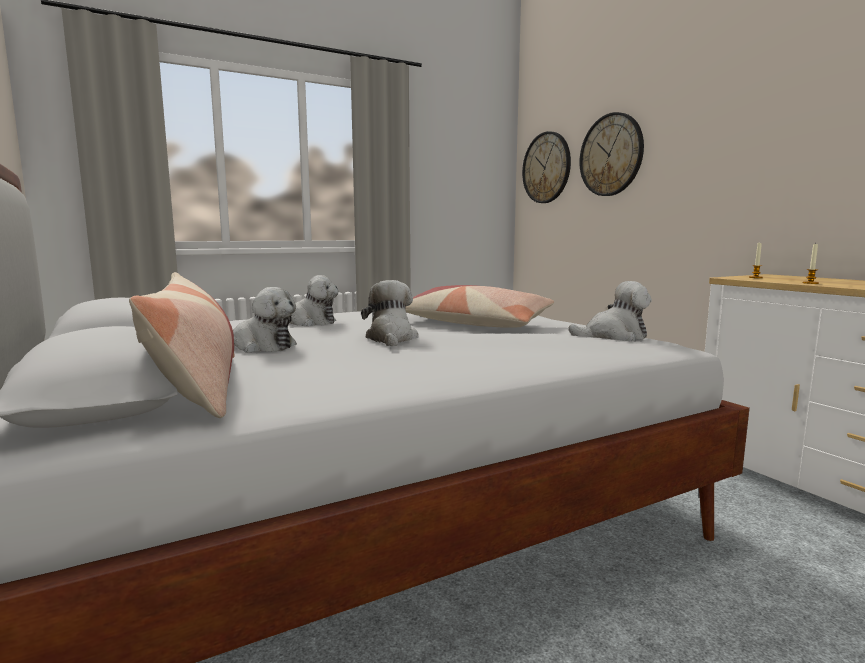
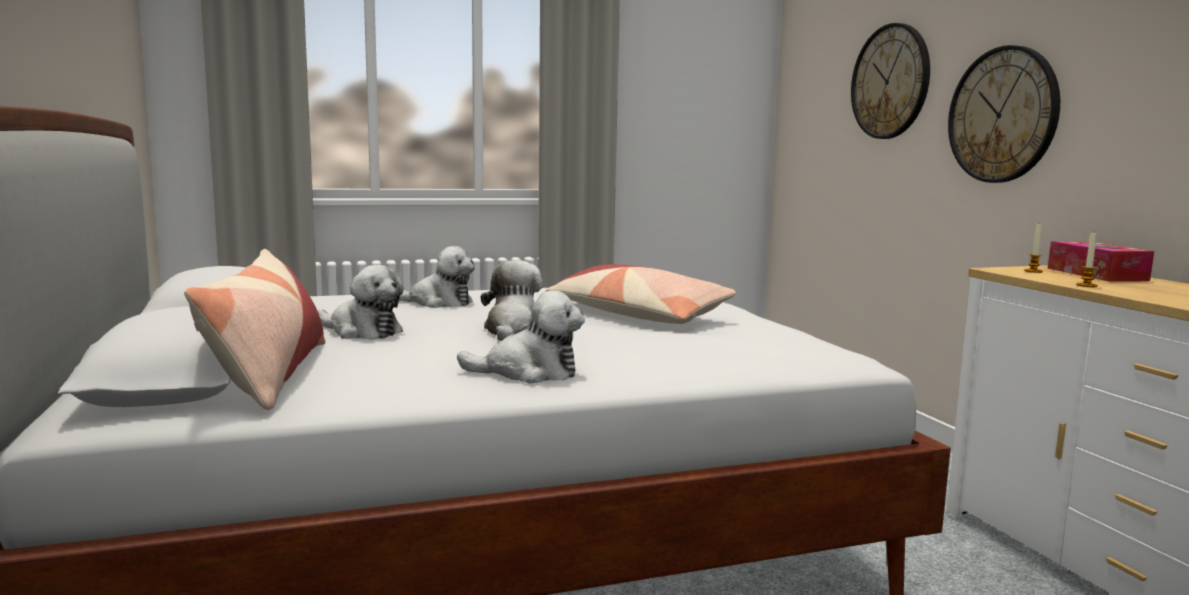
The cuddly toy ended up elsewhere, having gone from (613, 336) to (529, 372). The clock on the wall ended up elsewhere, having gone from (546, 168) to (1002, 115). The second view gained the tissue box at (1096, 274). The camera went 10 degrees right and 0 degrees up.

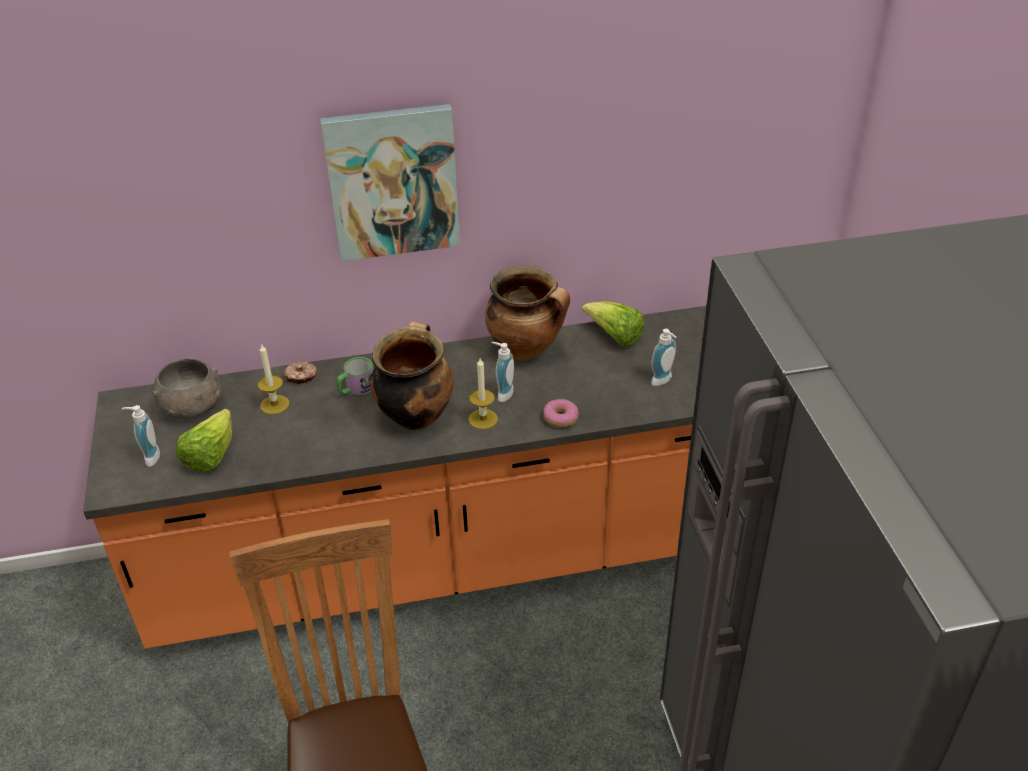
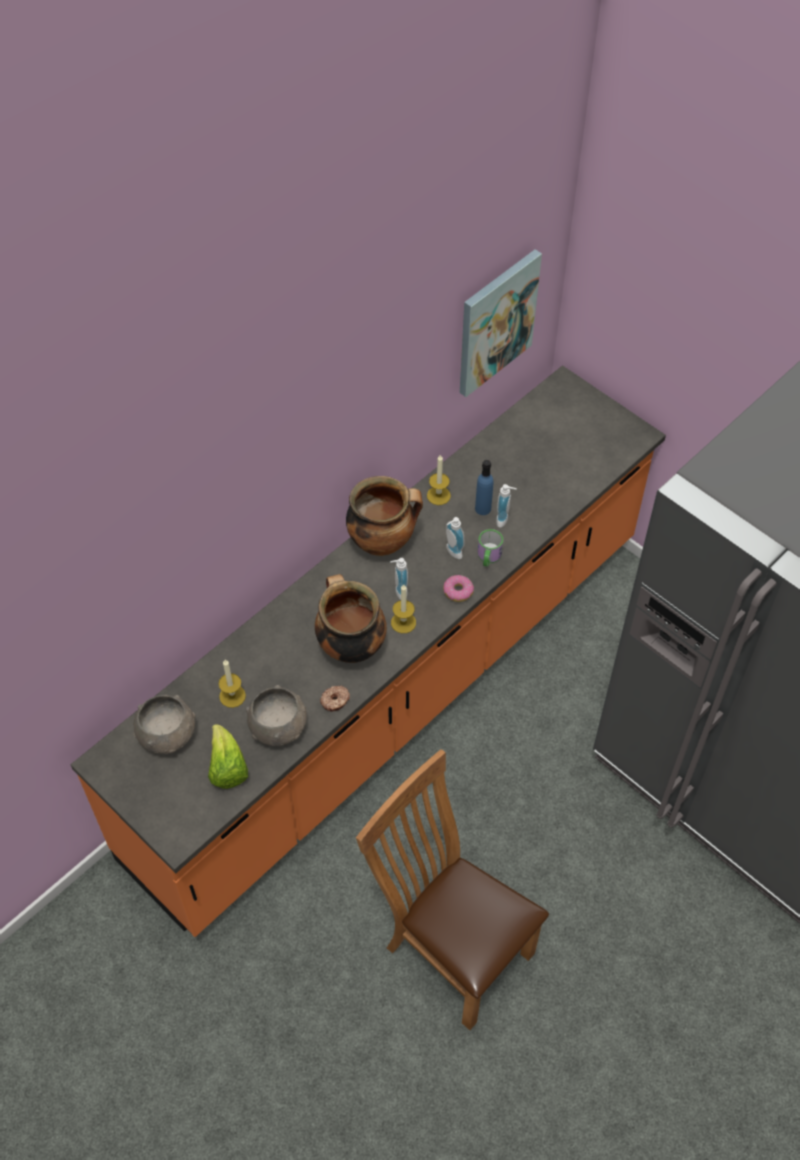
The second view gained the deep dish (gray) at (279, 726). The ring doughnut ended up elsewhere, having gone from (301, 377) to (335, 701). Where the lettuce head stood at (614, 337), the wax light came to stand at (438, 495). The liquid soap bottle ended up elsewhere, having gone from (149, 457) to (452, 552). The picture ended up elsewhere, having gone from (393, 182) to (496, 322). The second view gained the drink bottle (bluish) at (483, 508). The tea mug ended up elsewhere, having gone from (356, 390) to (488, 557). The camera went 35 degrees left and 15 degrees up.

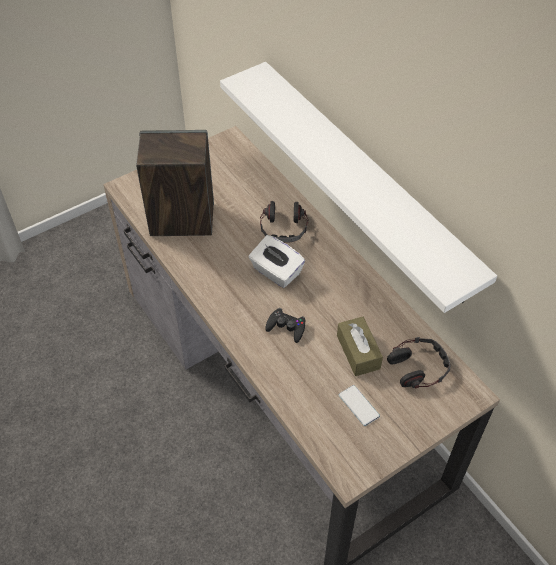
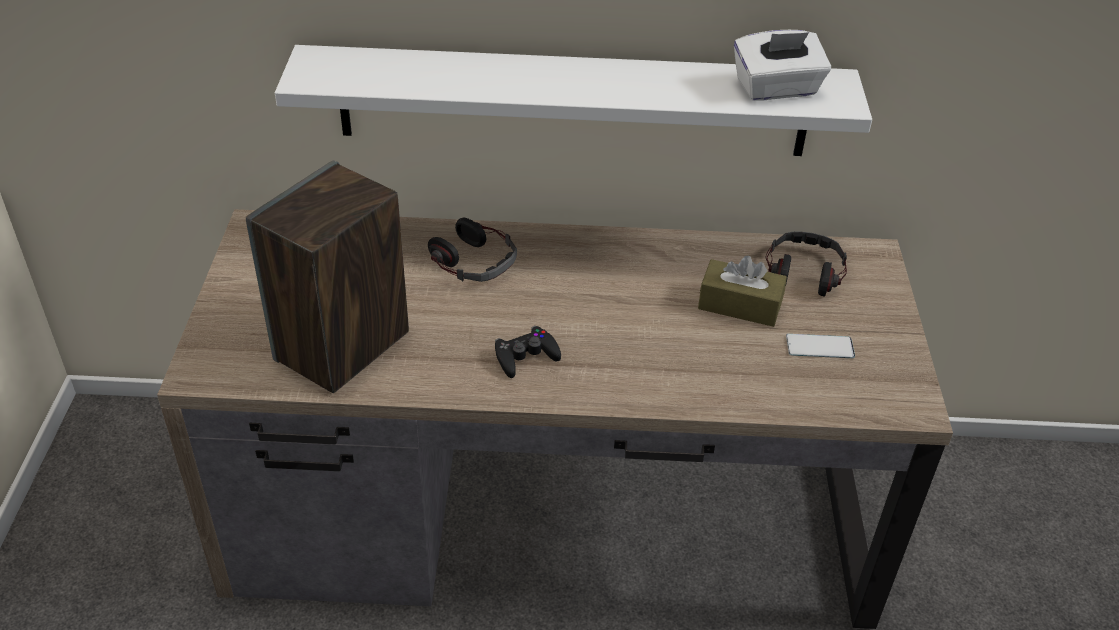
The joypad (blackish) ended up elsewhere, having gone from (286, 327) to (525, 356). The tissue box (white-coloured) ended up elsewhere, having gone from (276, 272) to (777, 89). The camera went 55 degrees left and 10 degrees down.

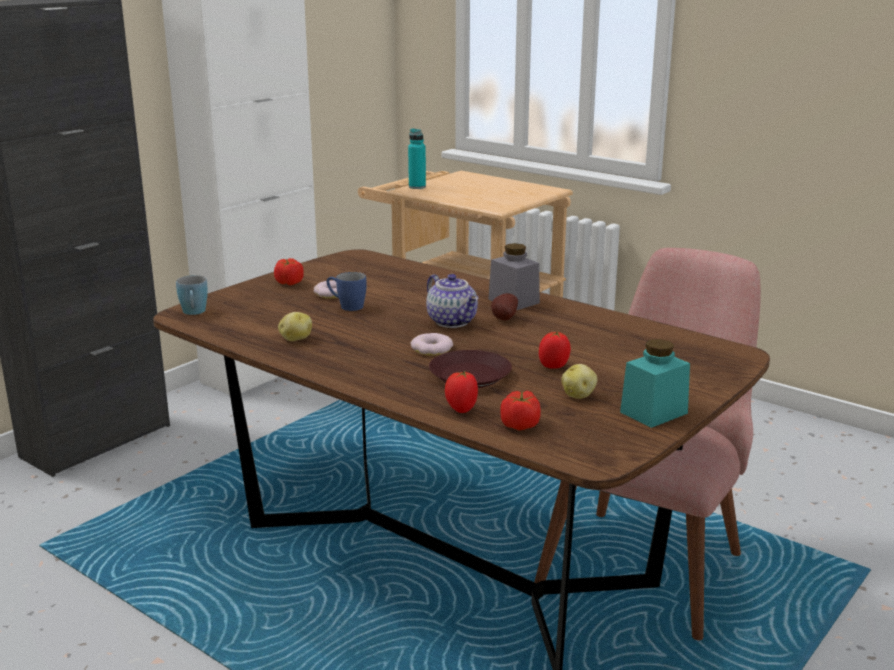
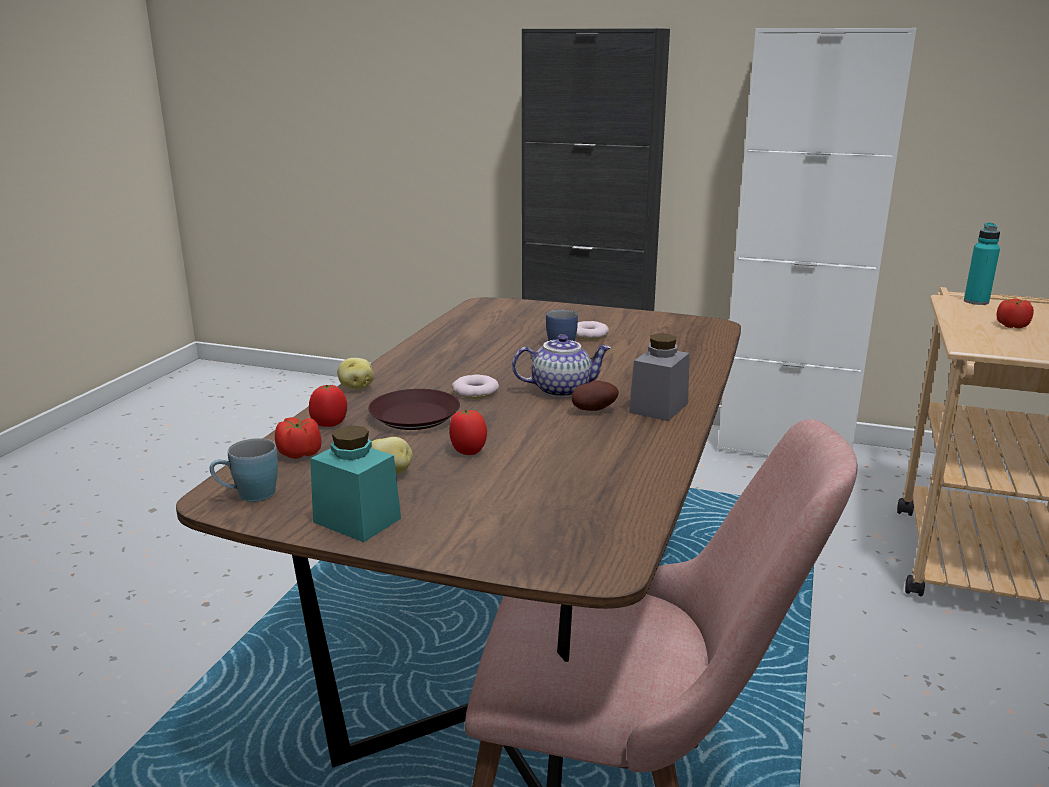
The tea mug (bluish) ended up elsewhere, having gone from (194, 313) to (248, 496). The potato ended up elsewhere, having gone from (295, 339) to (356, 387). The pot for tea at (453, 321) ended up facing another way, 135 degrees counterclockwise from before. The fresh tomato ended up elsewhere, having gone from (289, 283) to (1012, 326). The camera went 70 degrees right and 0 degrees up.

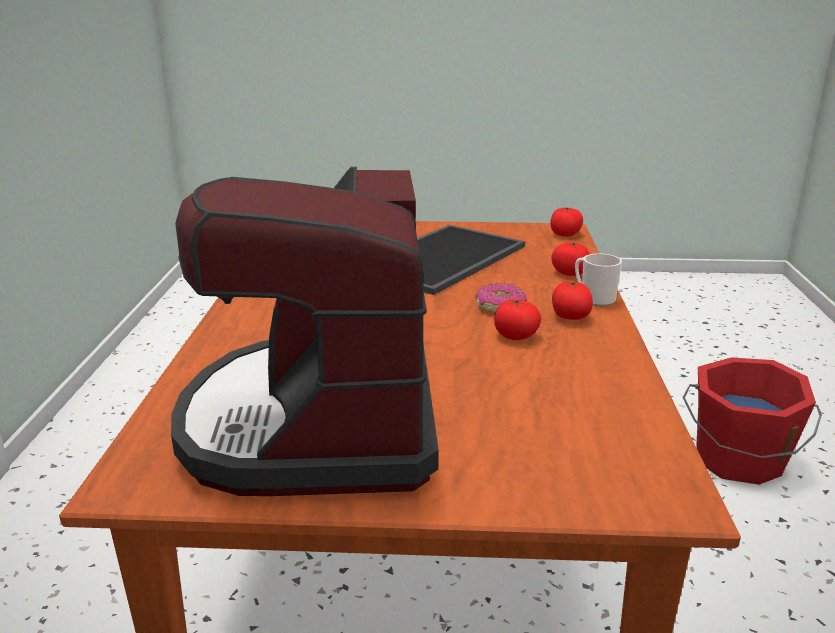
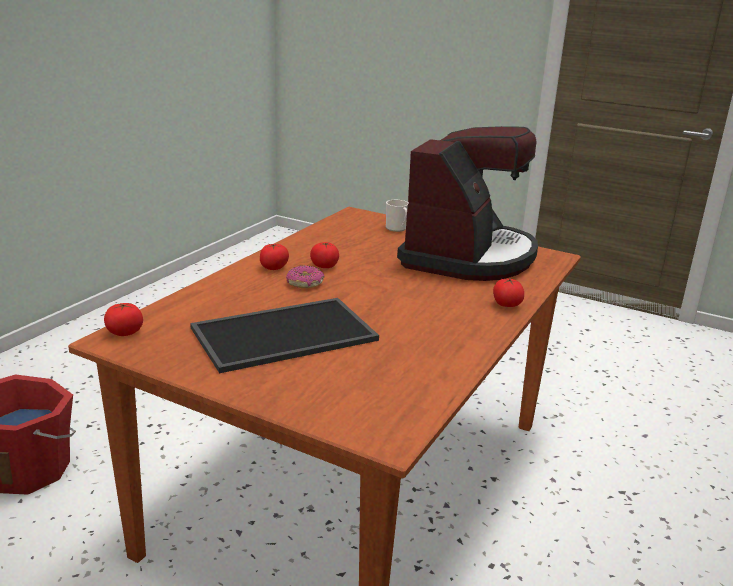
The tea mug ended up elsewhere, having gone from (594, 299) to (397, 229). The fresh tomato ended up elsewhere, having gone from (570, 273) to (506, 304). The camera went 155 degrees left and 0 degrees up.

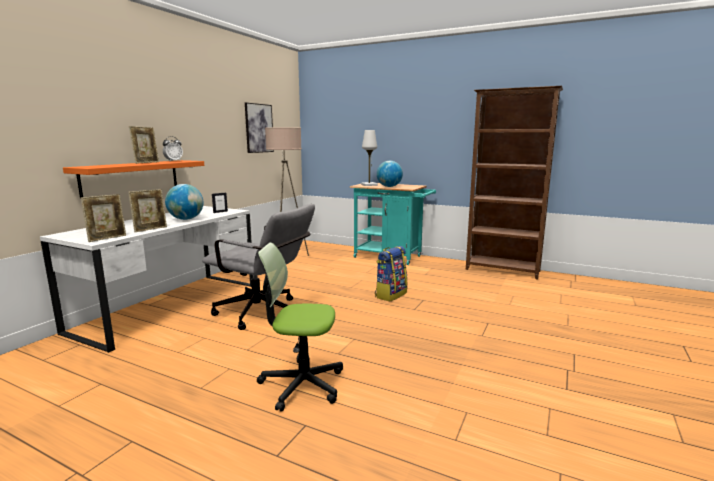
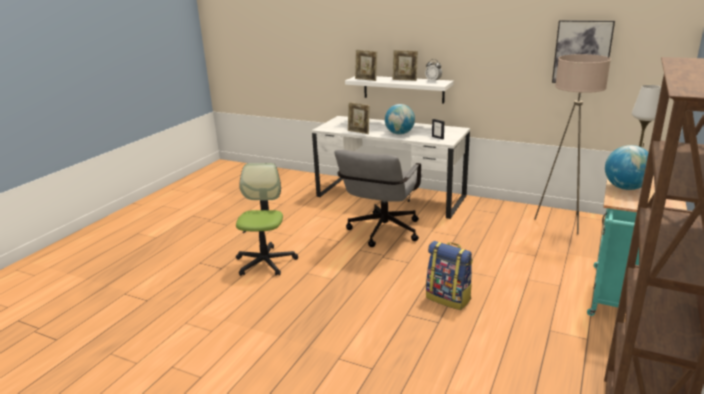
What was the wall shelf (orange-coloured) at (131, 177) turned into the wall shelf (white-coloured) at (403, 89). The standing frame ended up elsewhere, having gone from (107, 238) to (366, 79). The camera went 90 degrees right and 10 degrees up.

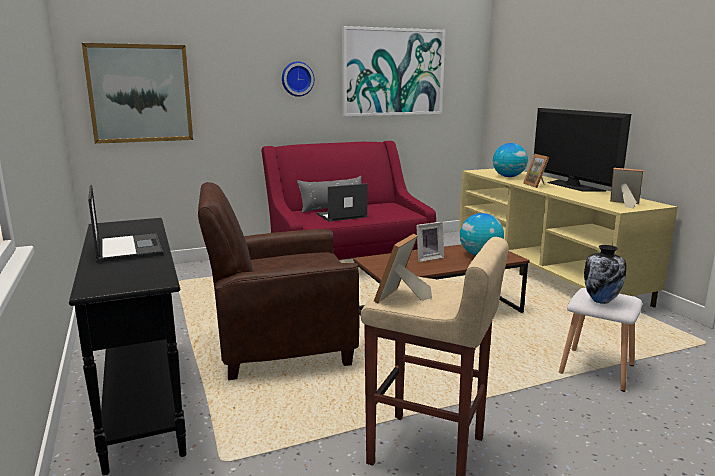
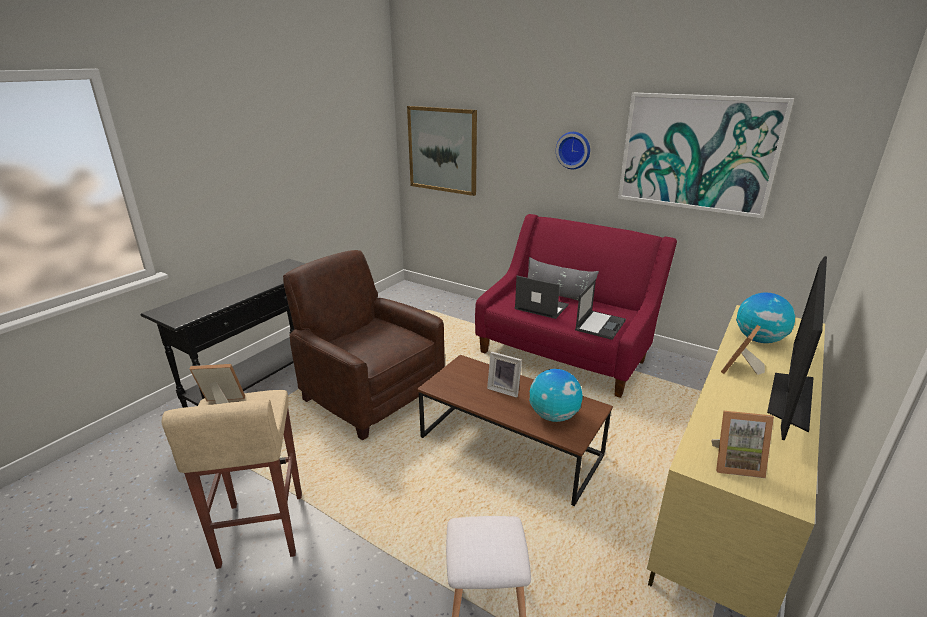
The portable computer ended up elsewhere, having gone from (128, 248) to (600, 325). The standing frame at (623, 204) ended up facing another way, 105 degrees clockwise from before. The second view lost the decorative vase at (601, 300). The camera went 55 degrees right and 10 degrees up.

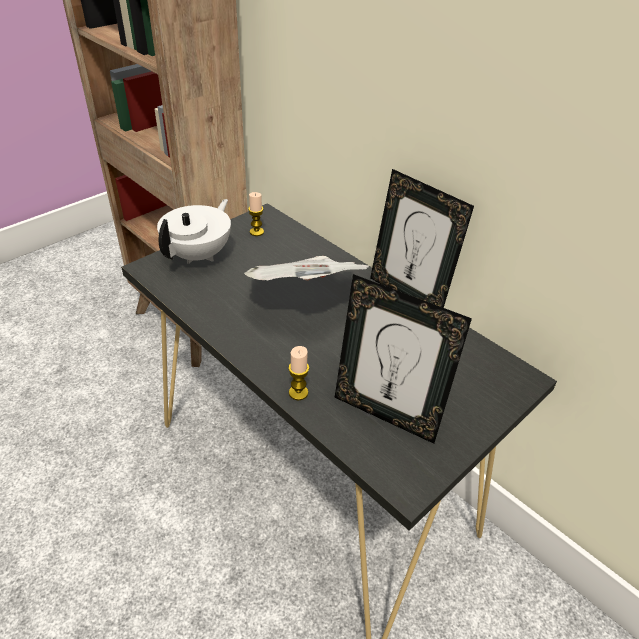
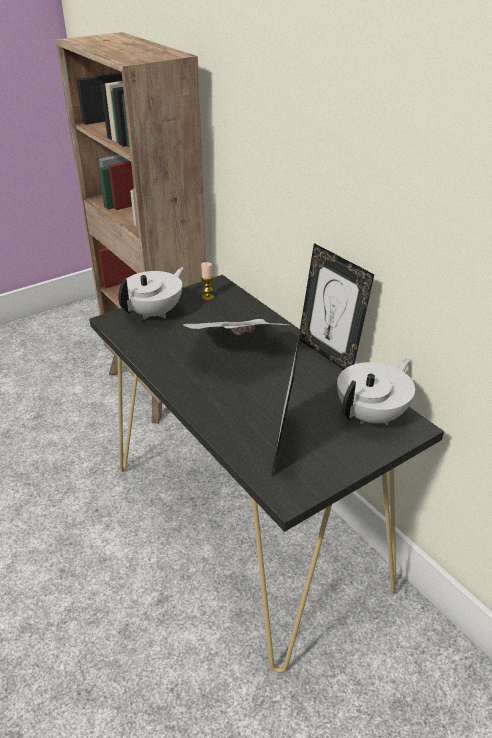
The standing frame at (386, 413) ended up facing another way, 60 degrees clockwise from before. The second view gained the pot for tea (white-coloured) at (372, 415). The second view lost the wax light at (298, 393). The camera went 10 degrees right and 5 degrees down.

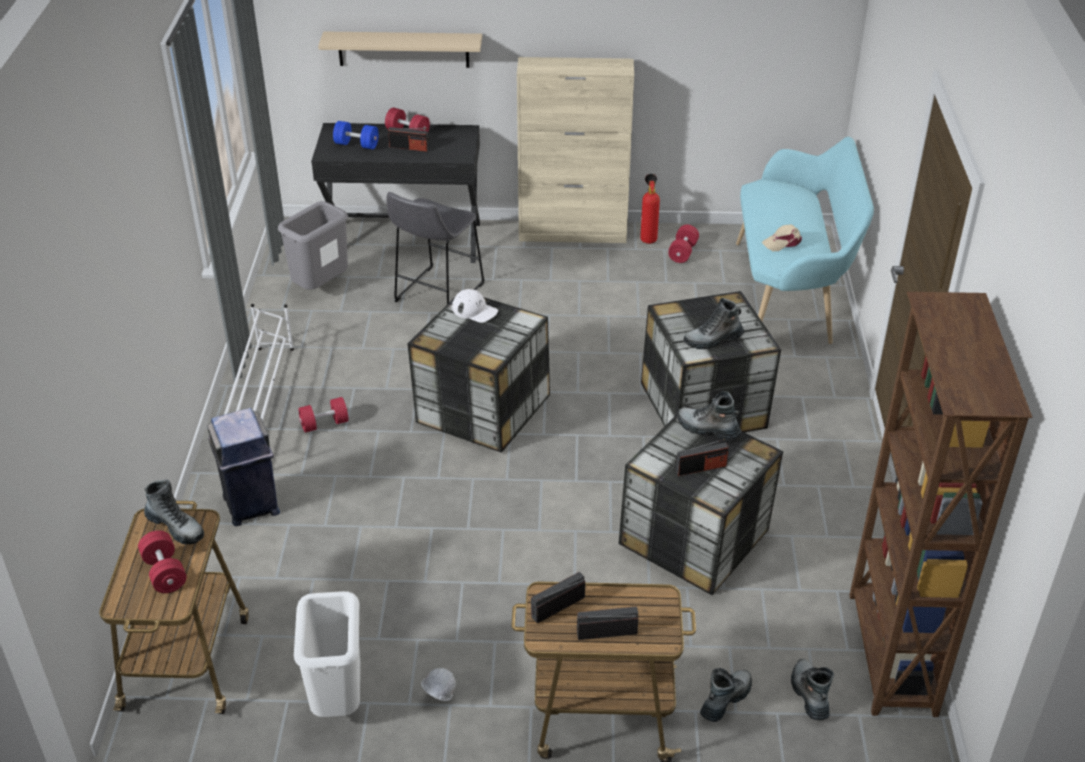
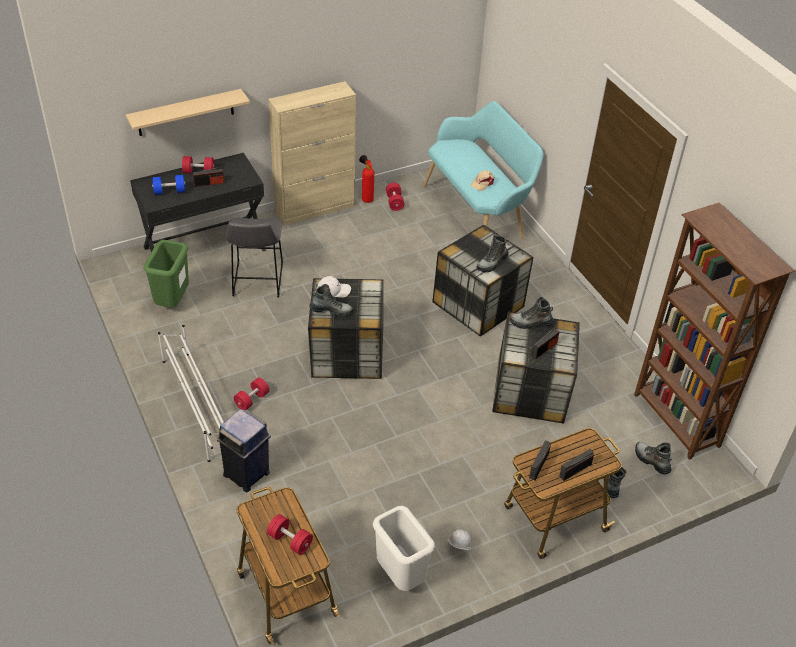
What was the trash can (gray) at (321, 287) turned into the trash can (green) at (172, 302). The high-top boot ended up elsewhere, having gone from (176, 527) to (331, 310). The camera went 30 degrees left and 5 degrees up.

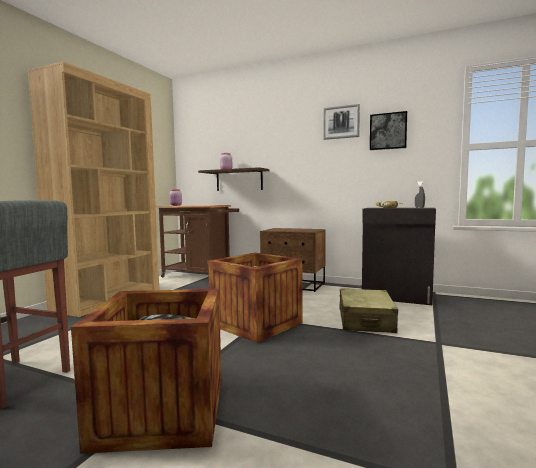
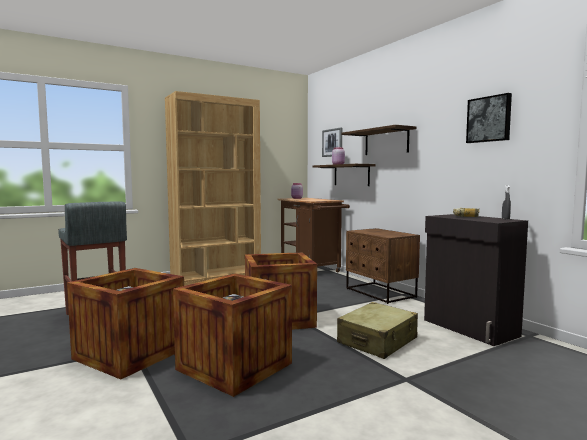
The second view gained the packing crate at (234, 366). The picture ended up elsewhere, having gone from (341, 122) to (332, 142). The second view gained the wall shelf at (386, 142). The camera went 35 degrees right and 0 degrees up.

